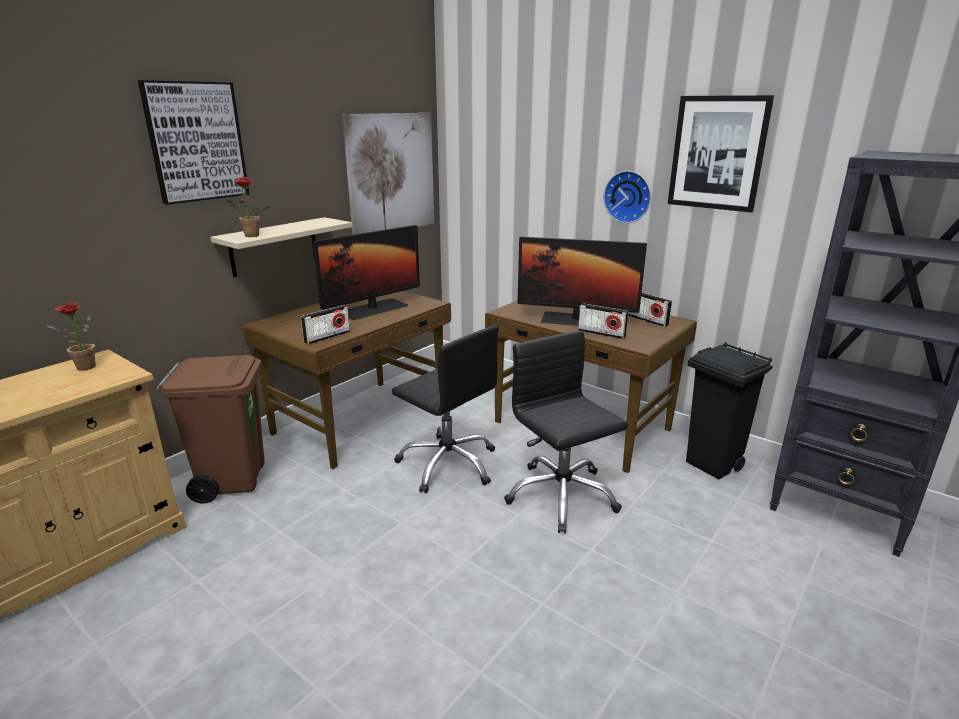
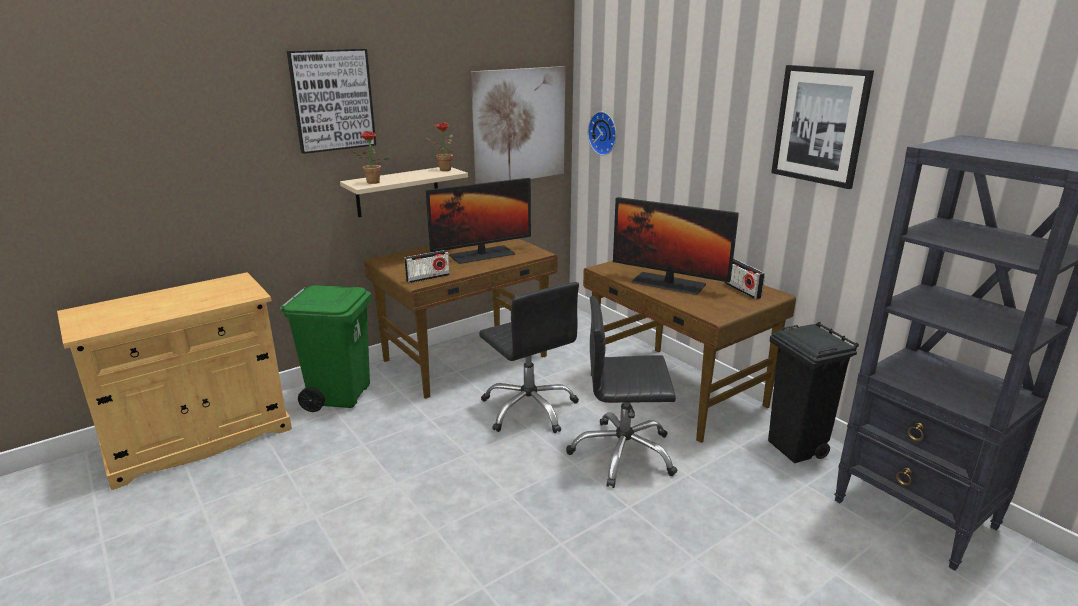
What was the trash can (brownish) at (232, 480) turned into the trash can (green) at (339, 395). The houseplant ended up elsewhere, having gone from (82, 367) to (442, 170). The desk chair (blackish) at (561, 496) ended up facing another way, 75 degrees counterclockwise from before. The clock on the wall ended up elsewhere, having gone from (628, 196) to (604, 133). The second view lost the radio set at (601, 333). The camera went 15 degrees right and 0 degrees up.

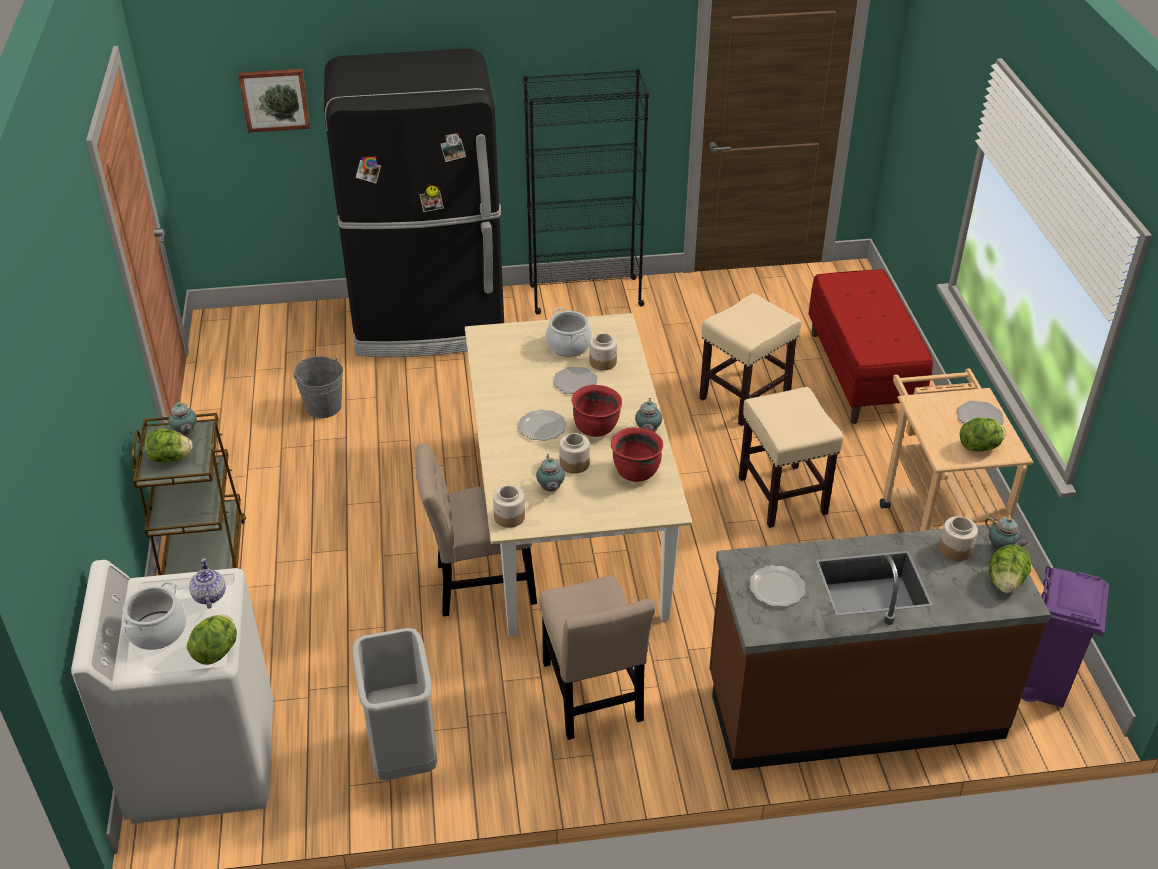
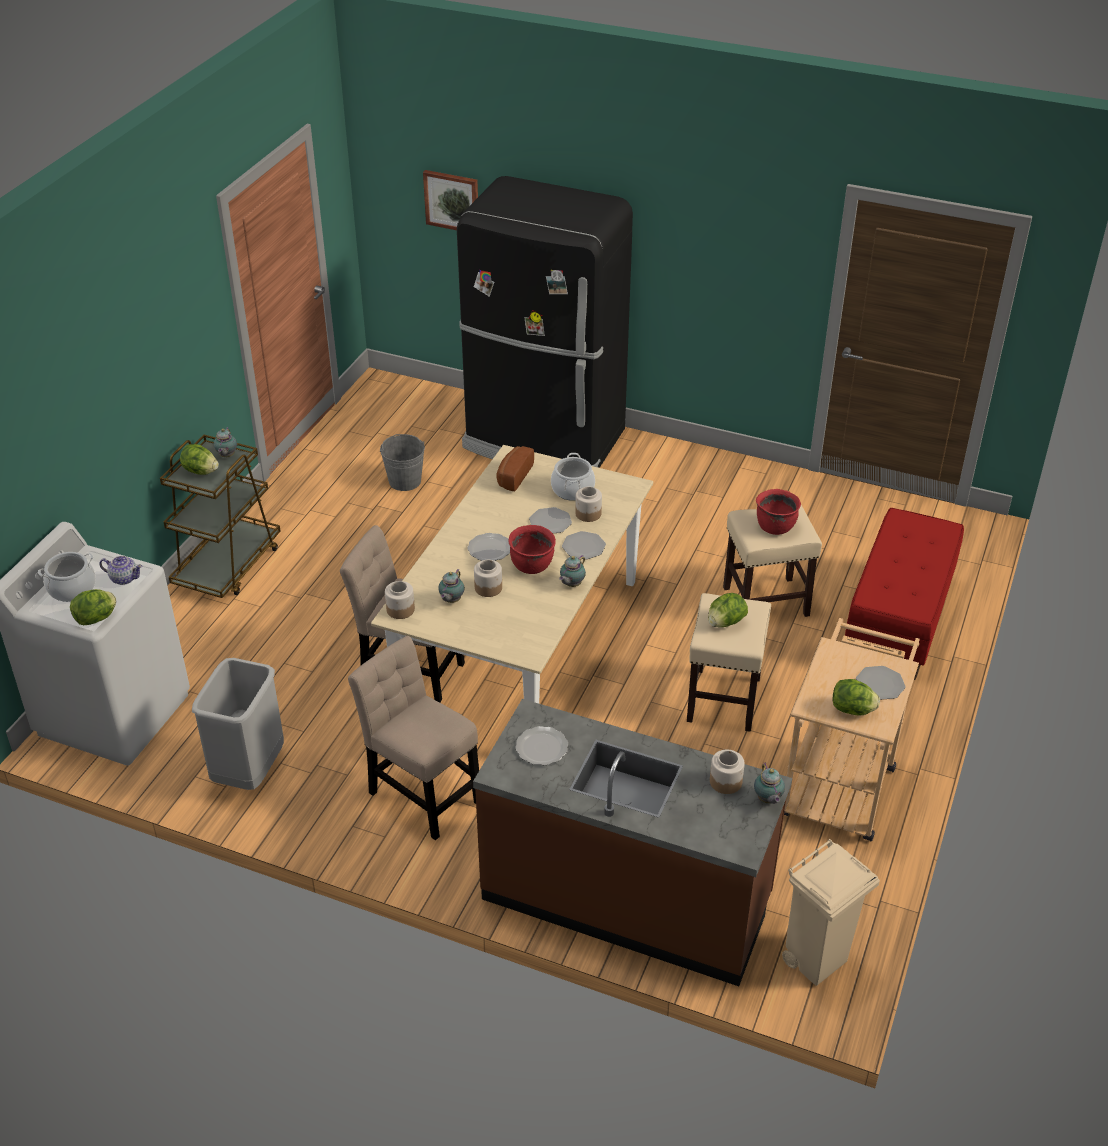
The pot for tea at (209, 596) ended up facing another way, 90 degrees clockwise from before. The chair (beige) at (592, 697) ended up facing another way, 120 degrees clockwise from before. The second view gained the bakery bread at (513, 476). The second view gained the plate at (583, 546). The lettuce head ended up elsewhere, having gone from (1005, 582) to (725, 622). The stockpot (reddish) ended up elsewhere, having gone from (635, 471) to (775, 527). What was the trash can (purplish) at (1043, 685) turned into the trash can (beige) at (816, 960). The second view lost the bookshelf (blackish) at (585, 295). The camera went 30 degrees right and 0 degrees up.

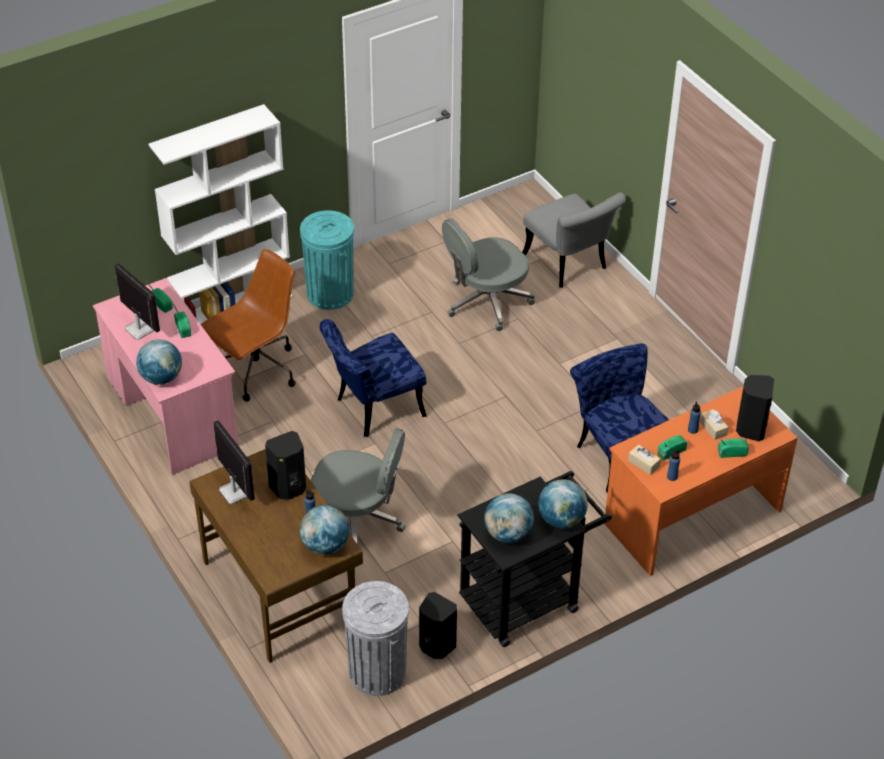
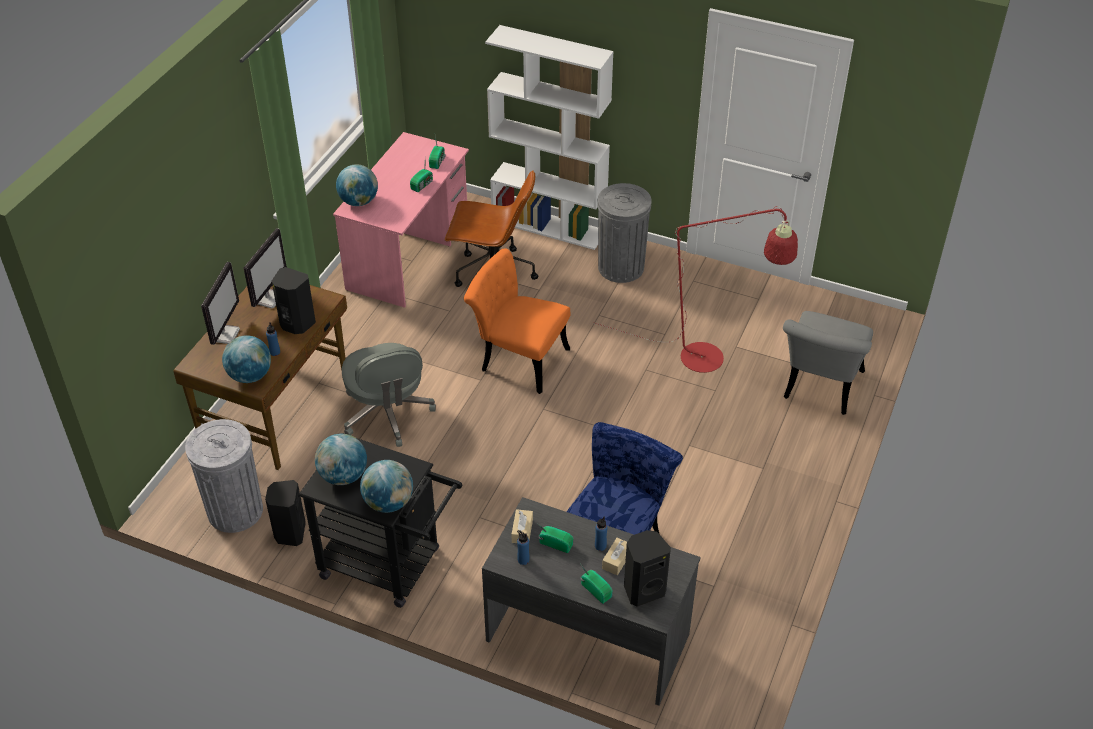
The computer display ended up elsewhere, having gone from (139, 329) to (224, 334). What was the chair (bluish) at (373, 408) turned into the chair (orange-coloured) at (517, 358). What was the desk unit (orange-coloured) at (691, 516) turned into the desk unit (gray) at (588, 636). Where the desk chair (gray) stood at (486, 302), the standard lamp (reddish) came to stand at (713, 360). What was the trash can (turquoise-coloured) at (330, 294) turned into the trash can (gray) at (621, 267). The camera went 55 degrees right and 0 degrees up.

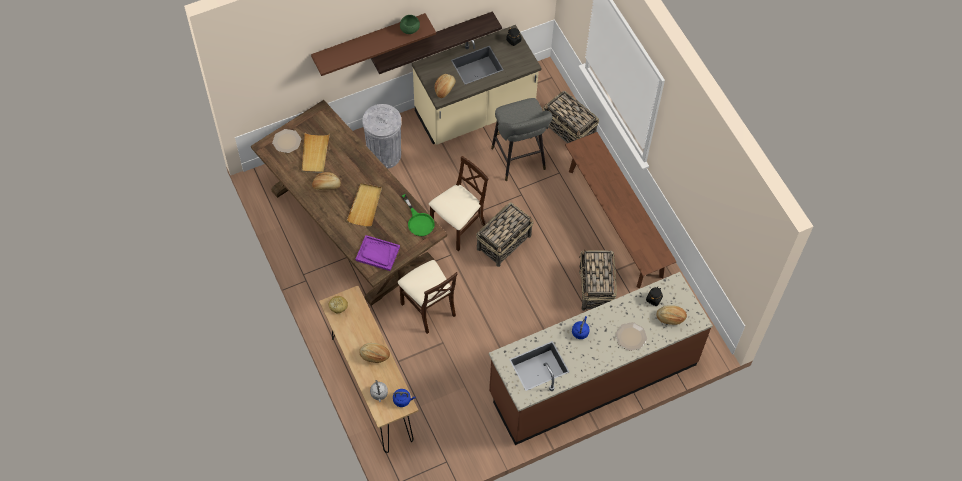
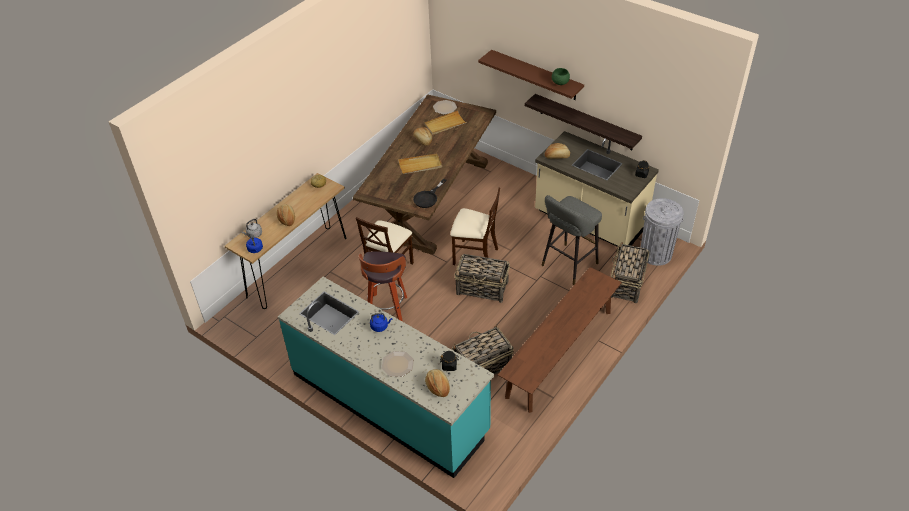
What was the counter (brownish) at (592, 378) turned into the counter (turquoise-coloured) at (390, 402). The second view gained the stool at (387, 309). What was the frying pan (green) at (418, 221) turned into the frying pan (blackish) at (428, 197). The trash can (gray) ended up elsewhere, having gone from (384, 154) to (655, 254). The second view lost the tray (purplish) at (377, 253). The camera went 65 degrees right and 15 degrees down.

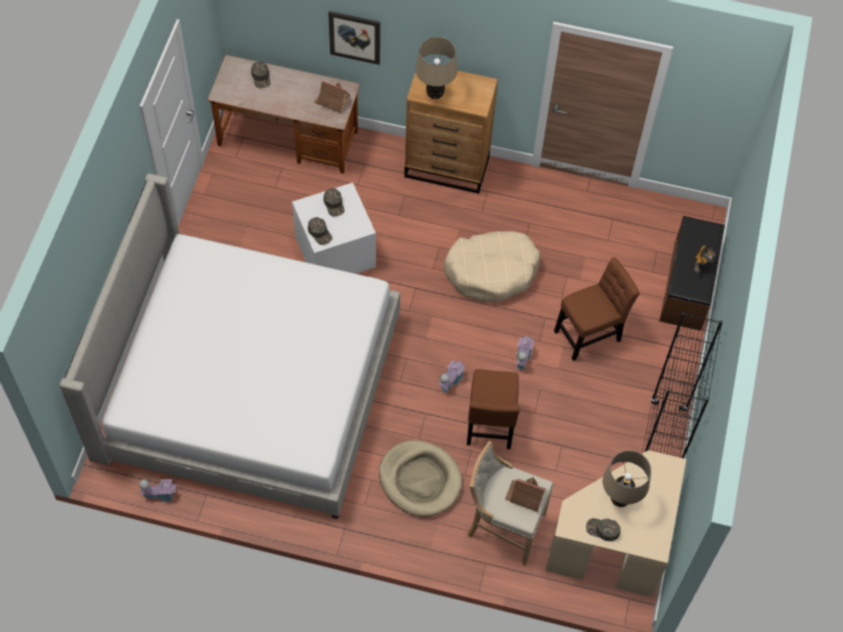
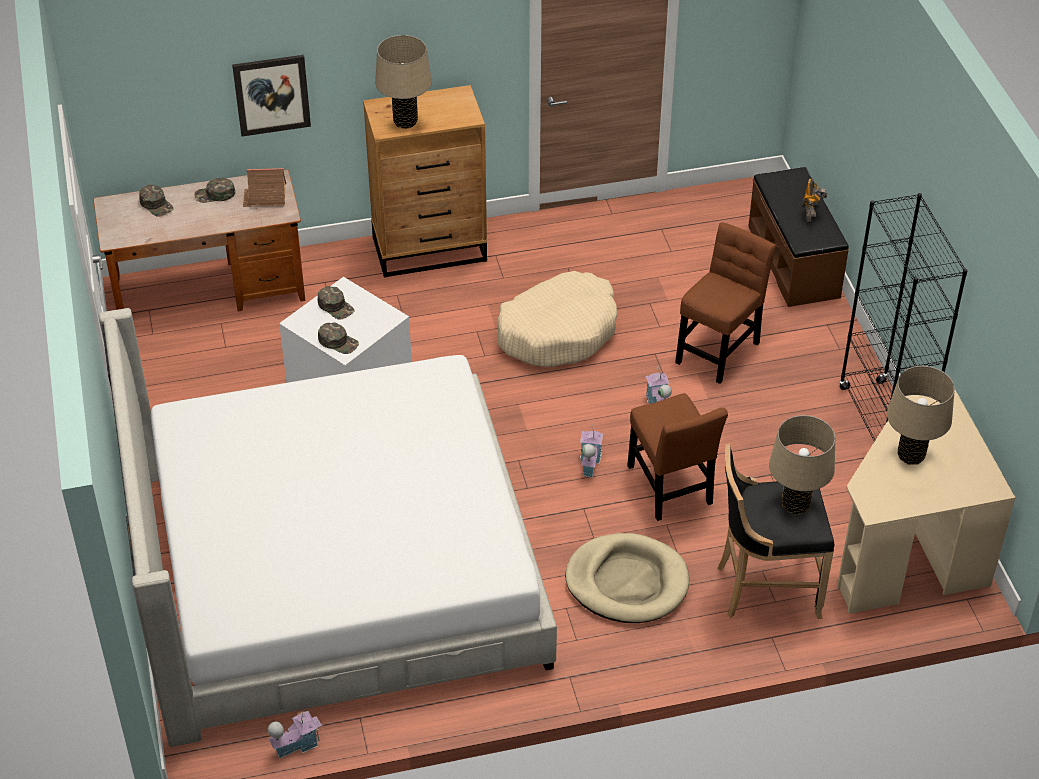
The cap (green) ended up elsewhere, having gone from (602, 530) to (215, 194). What was the stool (beige) at (503, 526) turned into the stool (blackish) at (764, 589). Where the miniature house stood at (525, 496), the tabletop lamp (beige) came to stand at (795, 505). The camera went 25 degrees left and 15 degrees down.

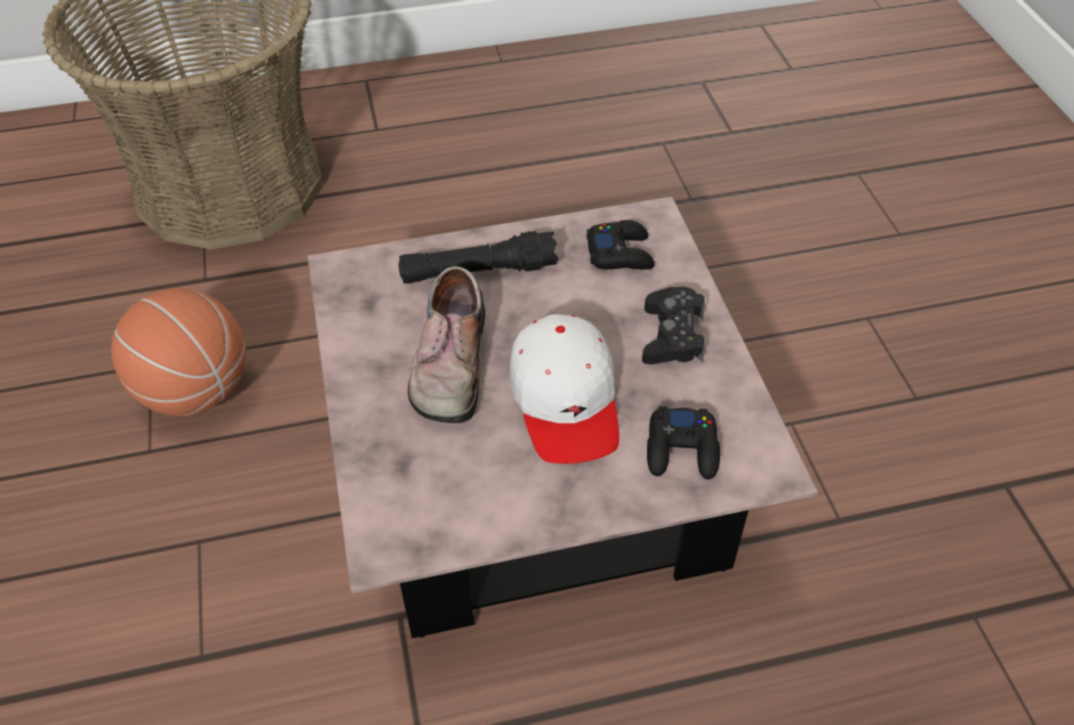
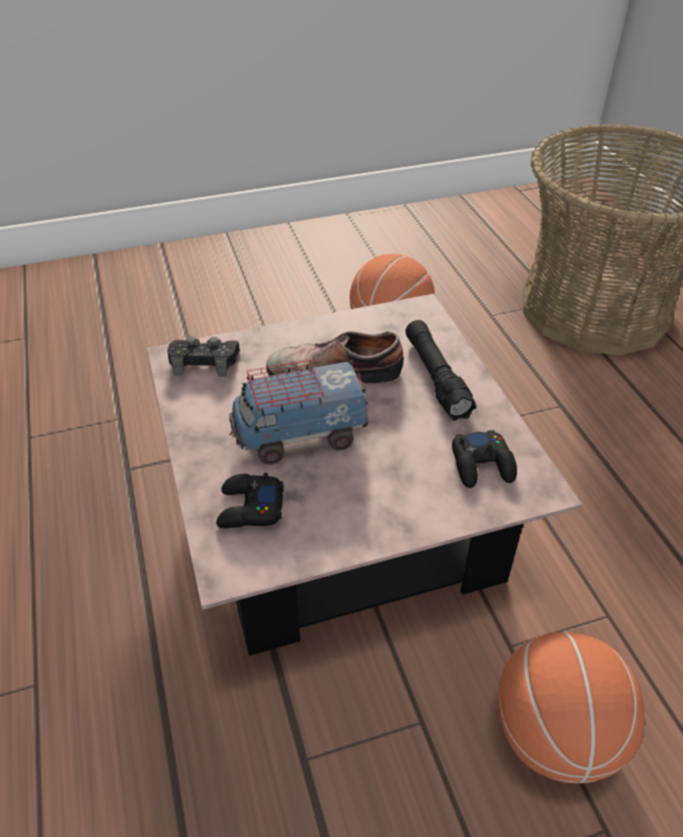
The joypad (blackish) ended up elsewhere, having gone from (672, 335) to (204, 362). Where the cap (white-coloured) stood at (566, 400), the toy truck came to stand at (300, 435). The second view gained the basketball at (555, 735). The camera went 85 degrees right and 5 degrees down.

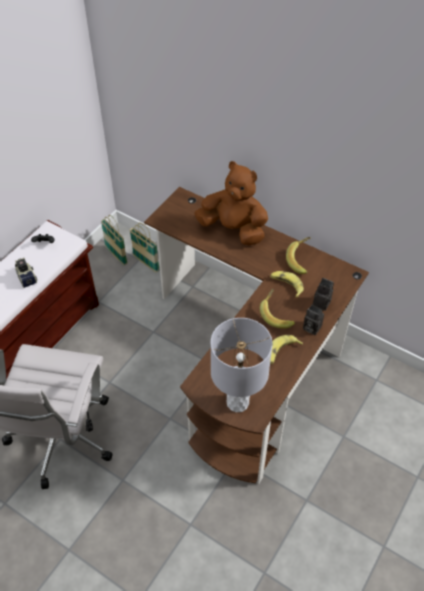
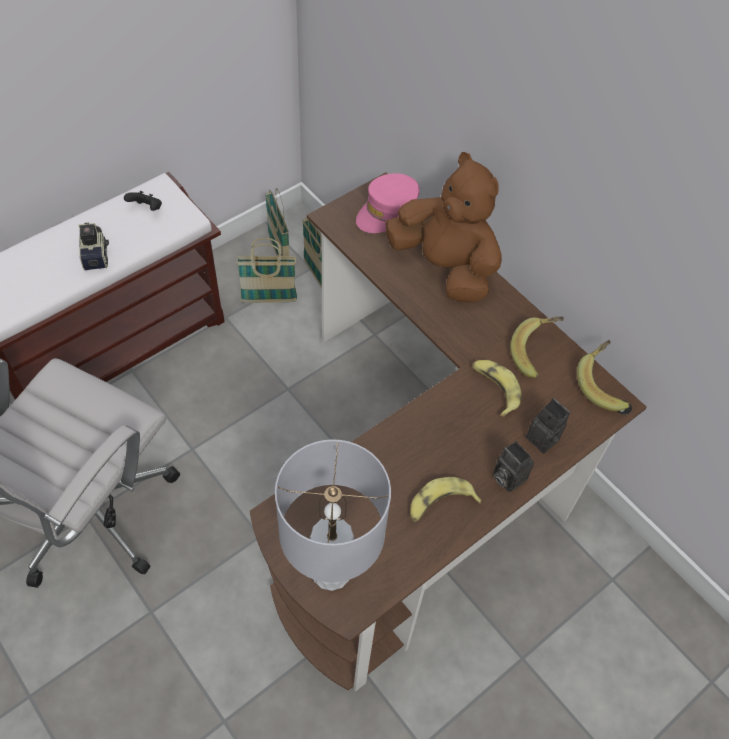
The second view gained the storage basket at (269, 300). The second view gained the cap (pink-coloured) at (387, 211). The whole banana ended up elsewhere, having gone from (277, 315) to (603, 384). The camera went 15 degrees right and 5 degrees up.

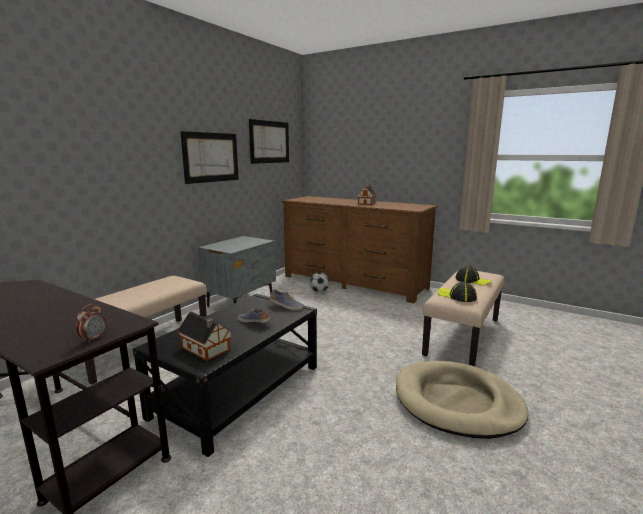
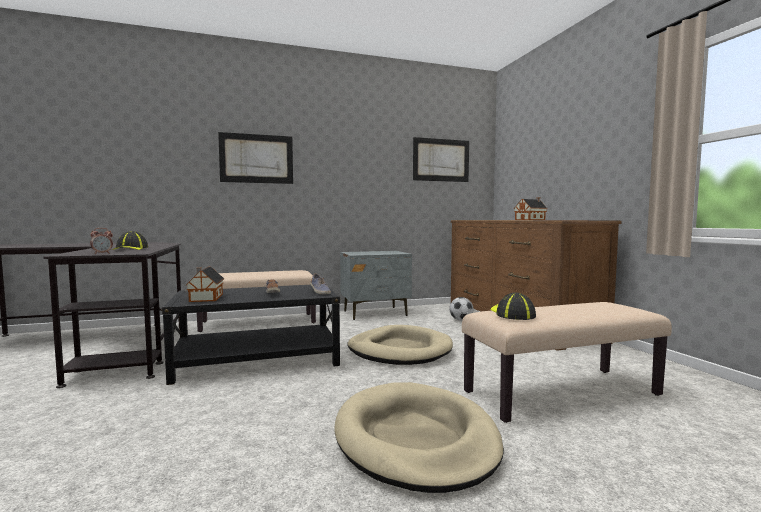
The cap ended up elsewhere, having gone from (472, 280) to (130, 249). The picture ended up elsewhere, having gone from (211, 157) to (256, 158). The second view gained the pet bed (beige) at (399, 350). The camera went 40 degrees right and 10 degrees down.

